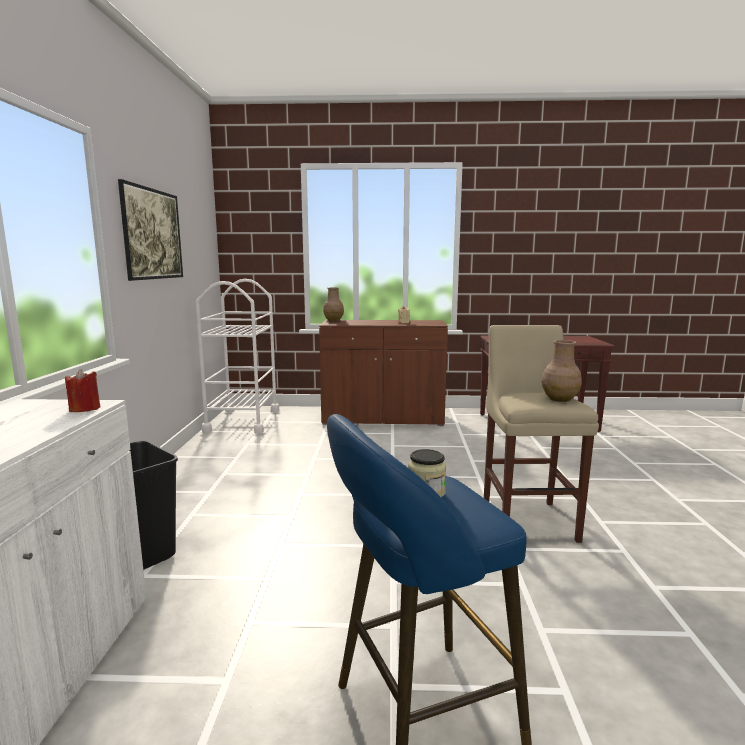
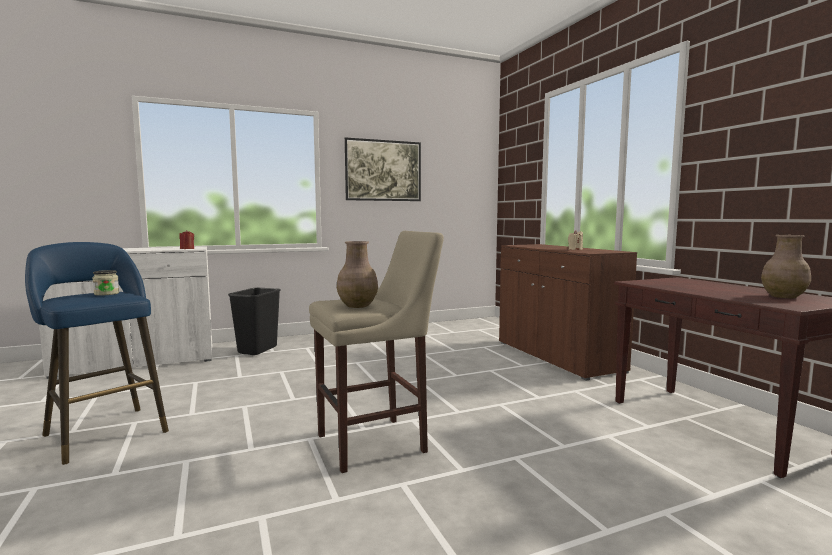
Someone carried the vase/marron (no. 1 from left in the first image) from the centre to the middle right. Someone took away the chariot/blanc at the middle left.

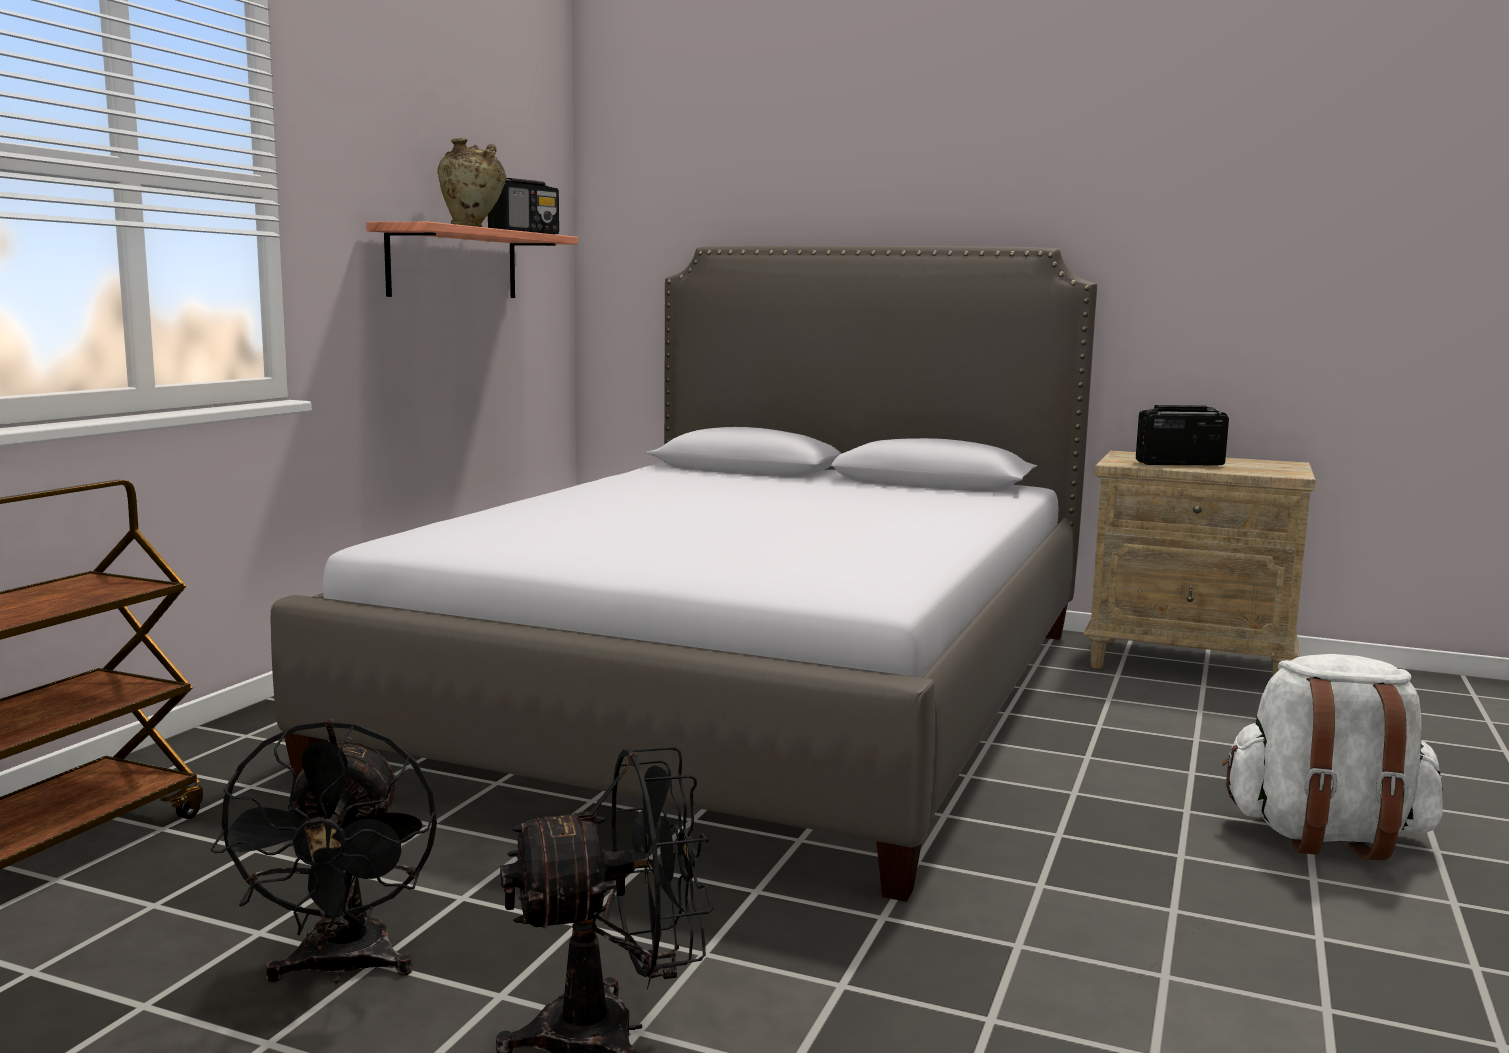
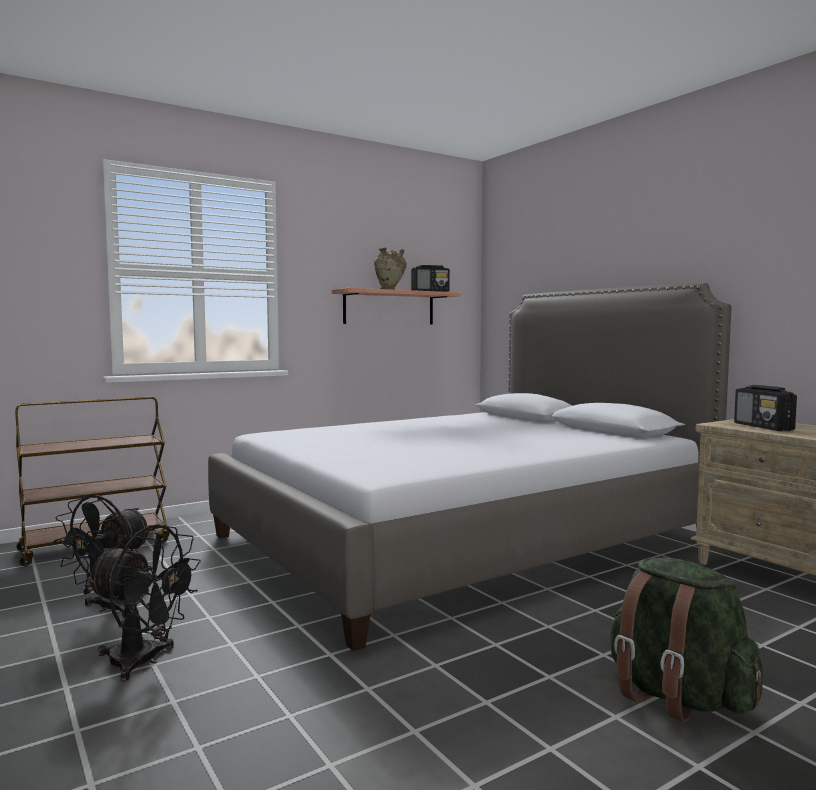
Someone repainted the sac à dos/blanc at the bottom right, which became the sac à dos/vert at the bottom right. Someone rotated the radio (no. 2 from left) at the middle right by 135 degrees counterclockwise.

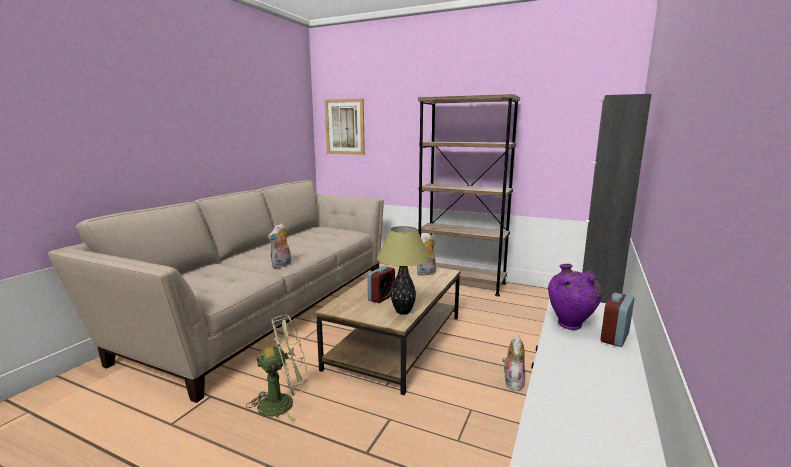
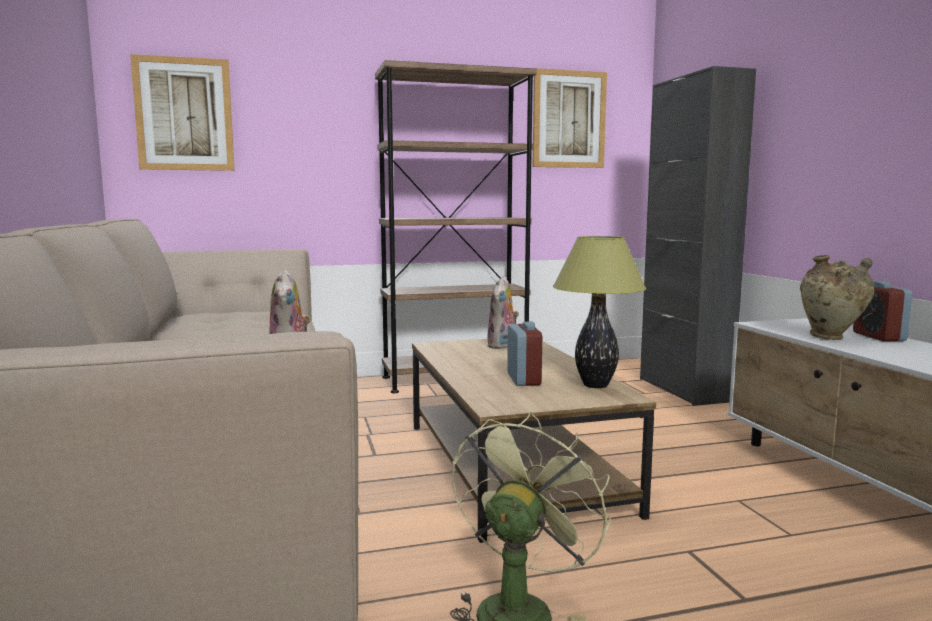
Someone put up the tableau (no. 2 from left) at the top centre. Someone repainted the vase/violet at the middle right, which became the vase/beige at the middle right. Someone took away the peluche (no. 3 from left) at the bottom centre.

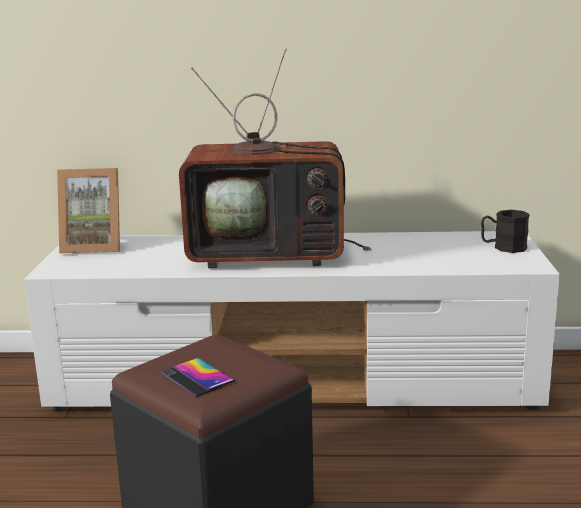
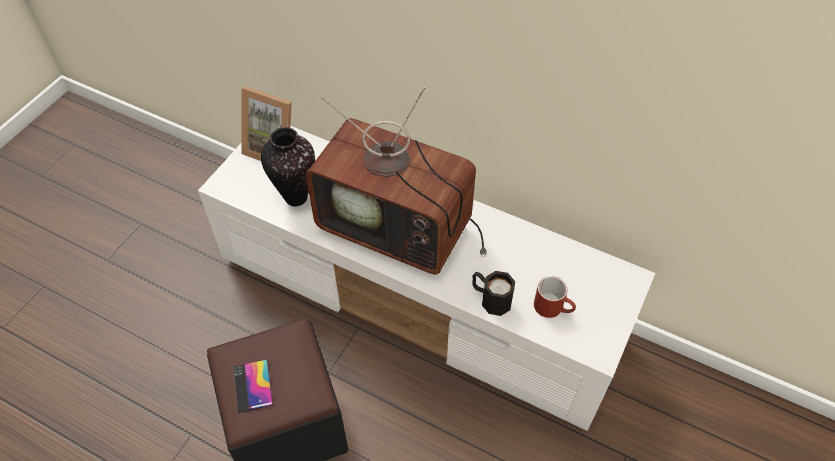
Someone put down the vase at the centre. Someone carried the mug/noir from the middle right to the centre. Someone put down the mug/rouge at the centre.

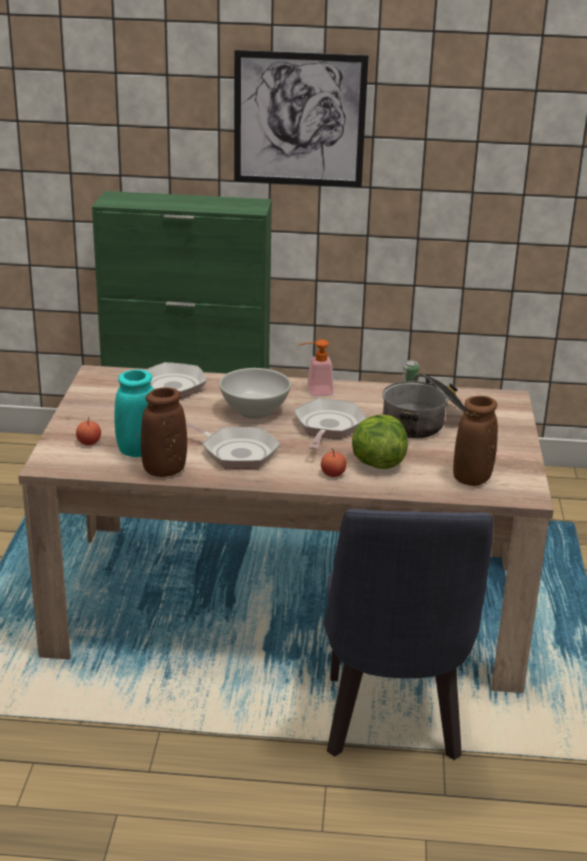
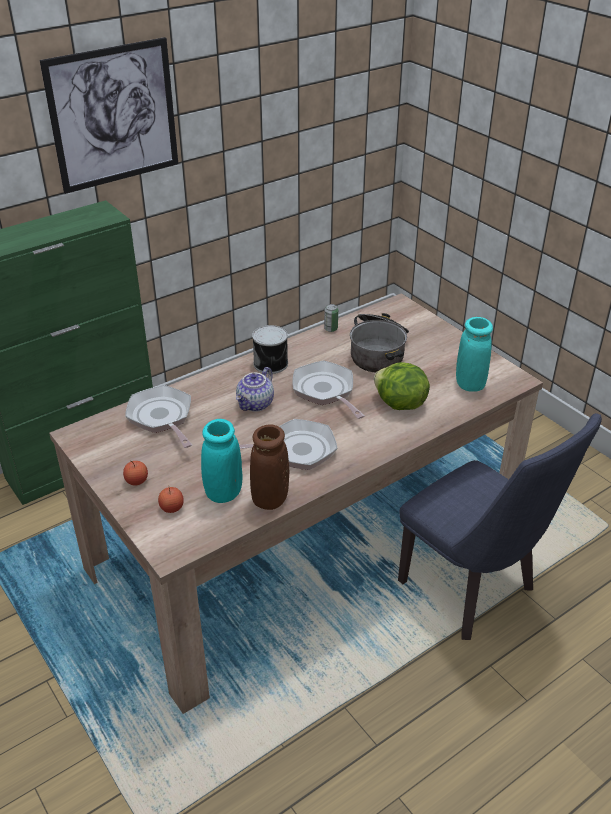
Someone carried the pomme (no. 2 from left in the first image) from the centre to the middle left. Someone swapped the bol/blanc at the centre for the théière at the centre. Someone swapped the distributeur de savon at the centre for the boîte métallique (no. 1 from left) at the centre. Someone repainted the vase/marron (no. 2 from left) at the middle right, which became the vase/turquoise (no. 2 from left) at the middle right.

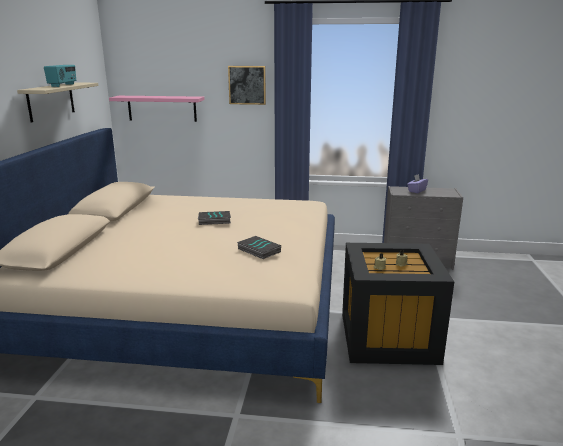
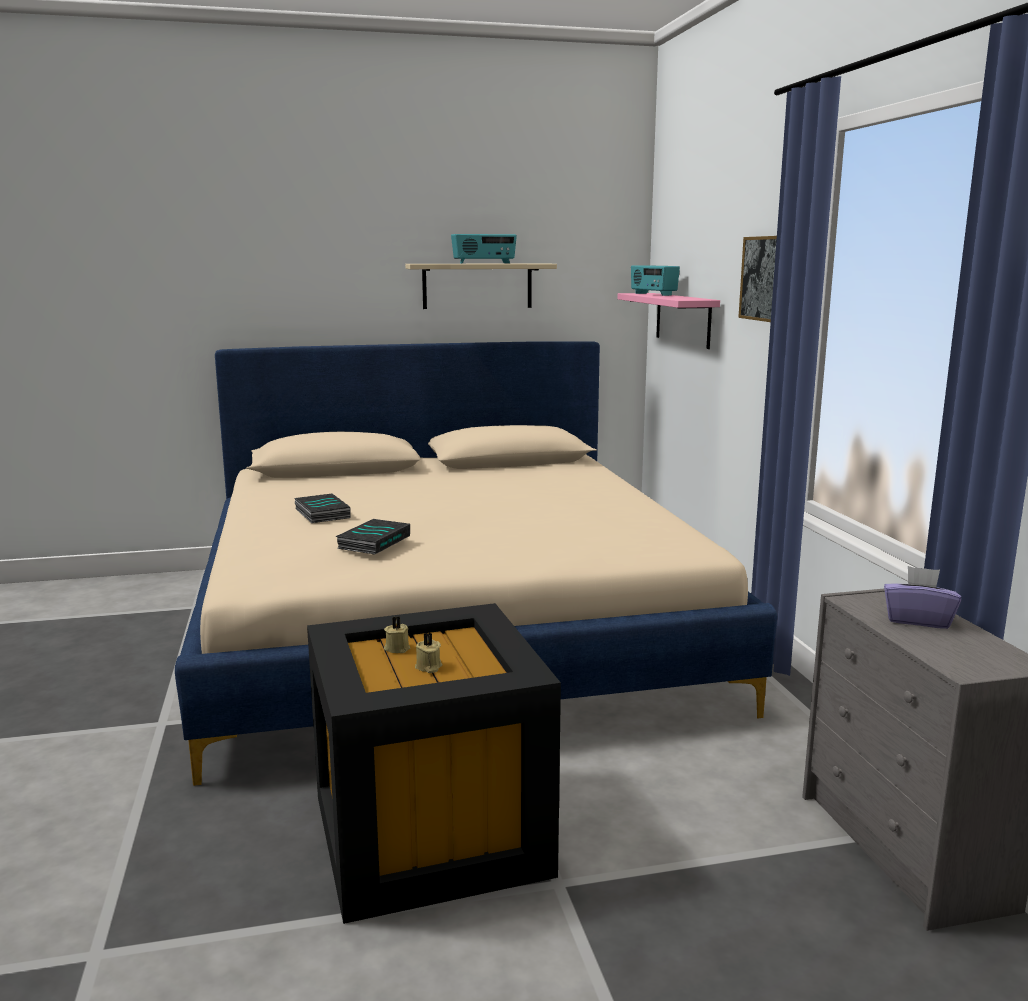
Someone carried the livre (no. 1 from left) from the centre to the middle left. Someone put down the radio (no. 2 from left) at the top centre.

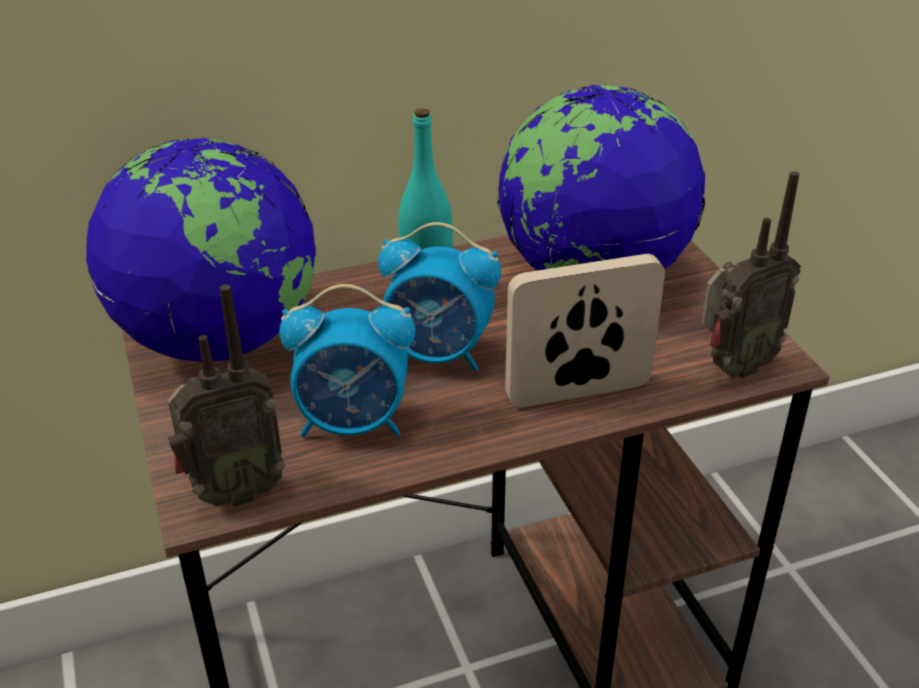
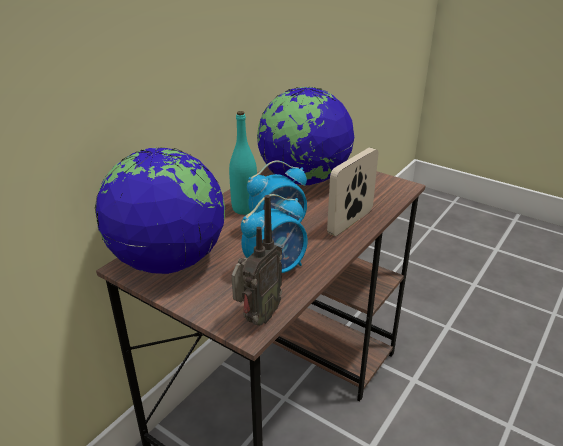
Someone took away the radio (no. 2 from left) at the middle right.

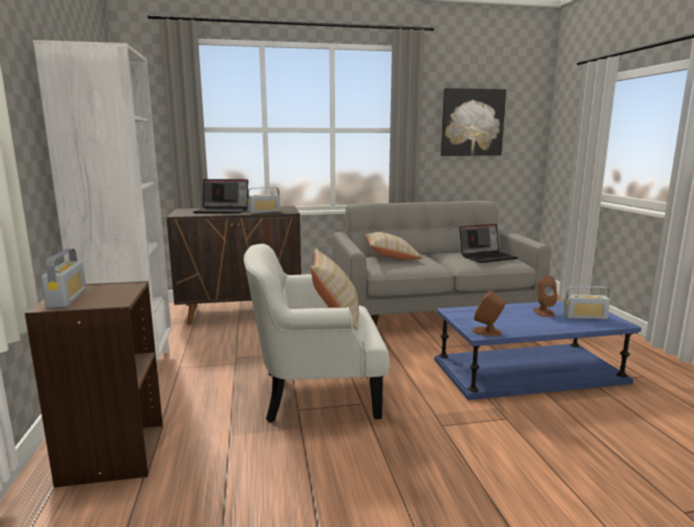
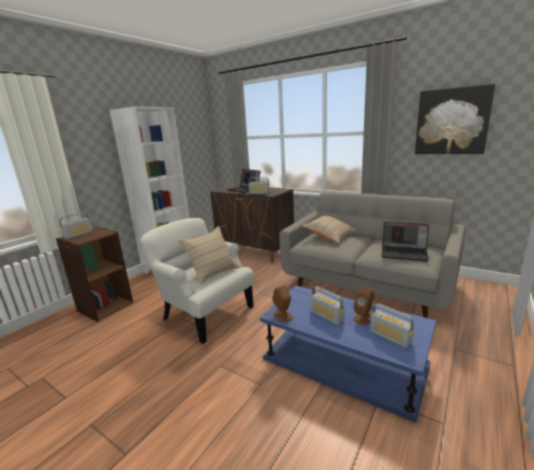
Someone put down the radio (no. 3 from left) at the centre.

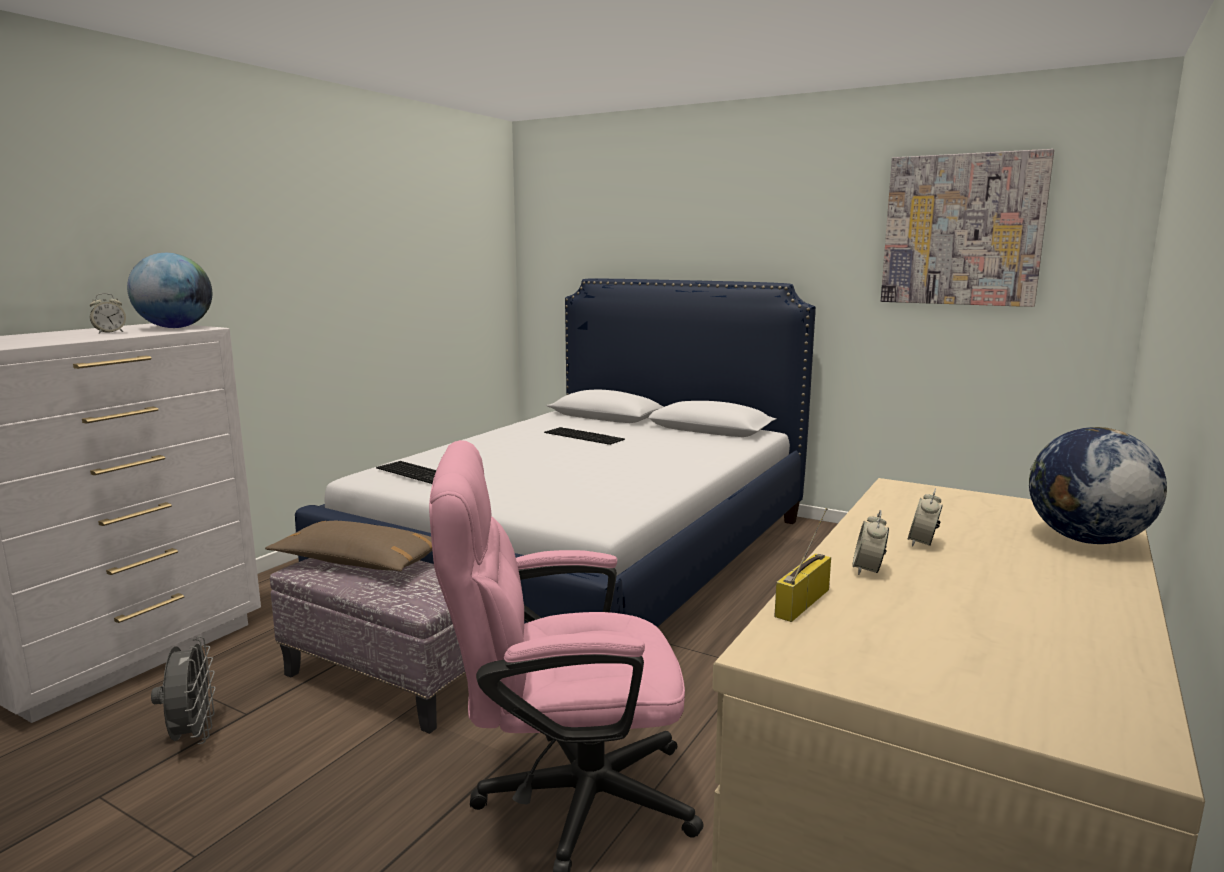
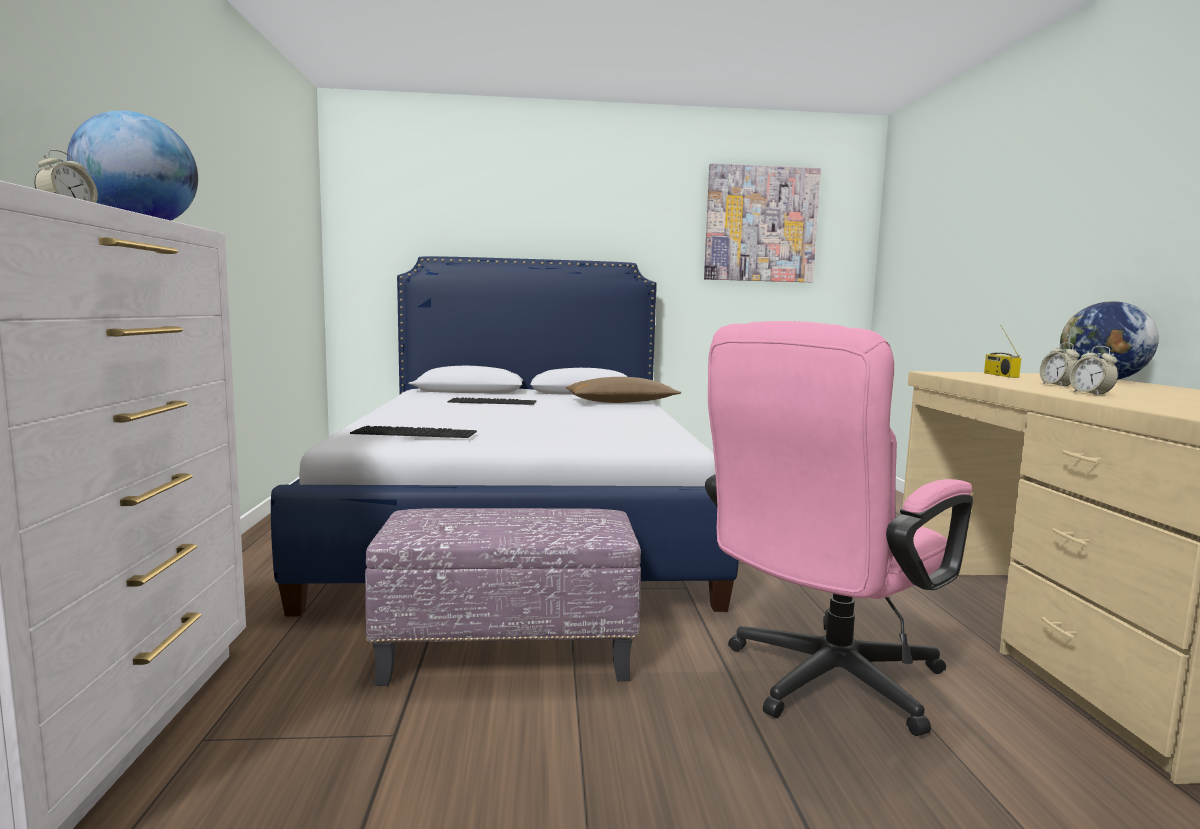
Someone carried the coussin/marron from the middle left to the centre. Someone carried the radio from the centre to the middle right. Someone took away the ventilateur/gris at the bottom left.

